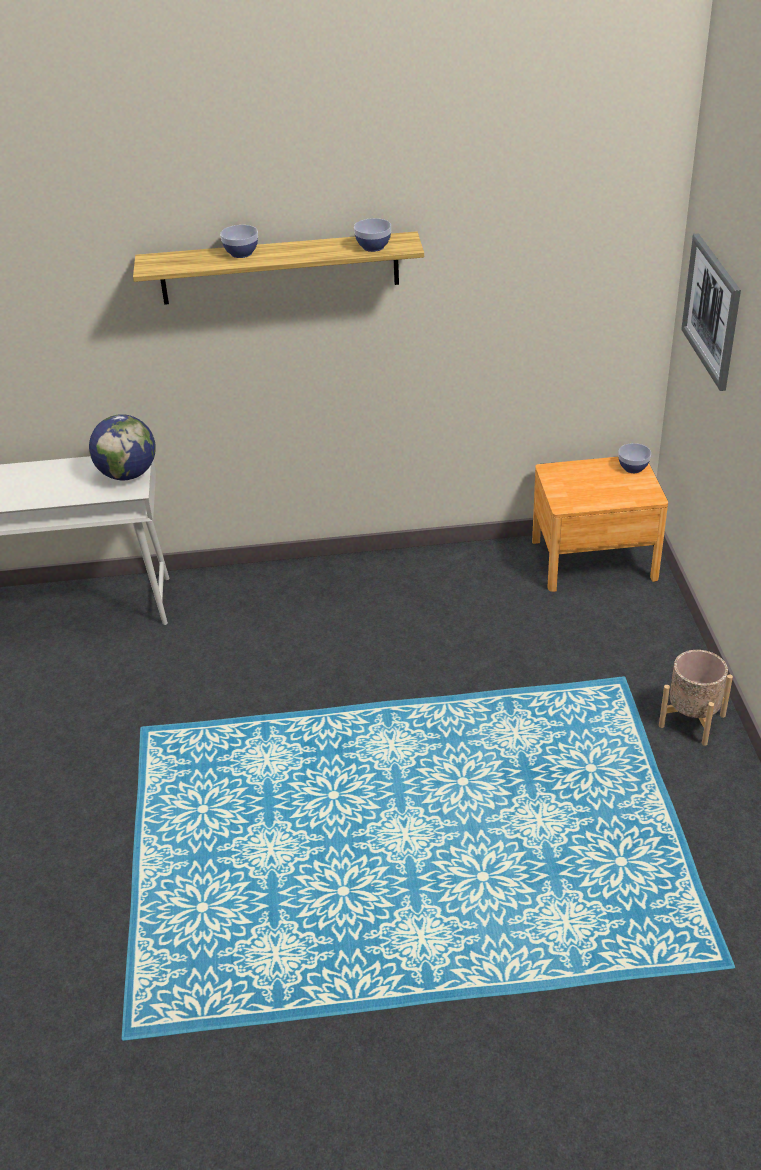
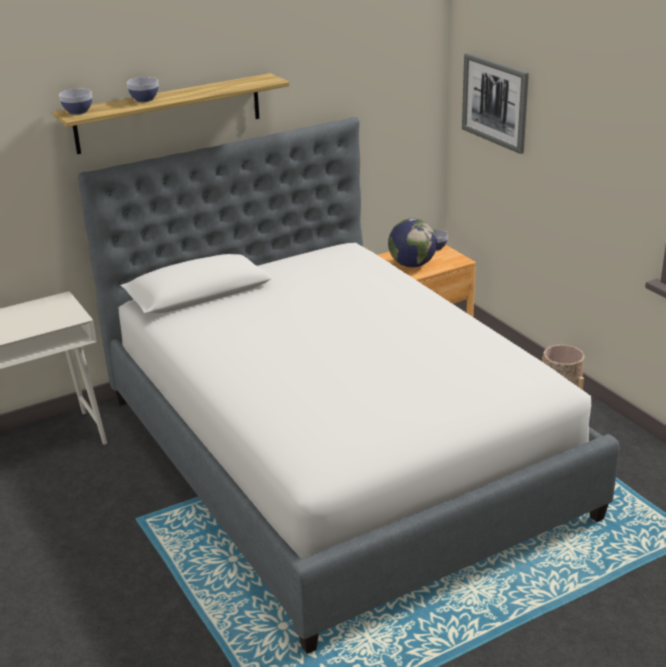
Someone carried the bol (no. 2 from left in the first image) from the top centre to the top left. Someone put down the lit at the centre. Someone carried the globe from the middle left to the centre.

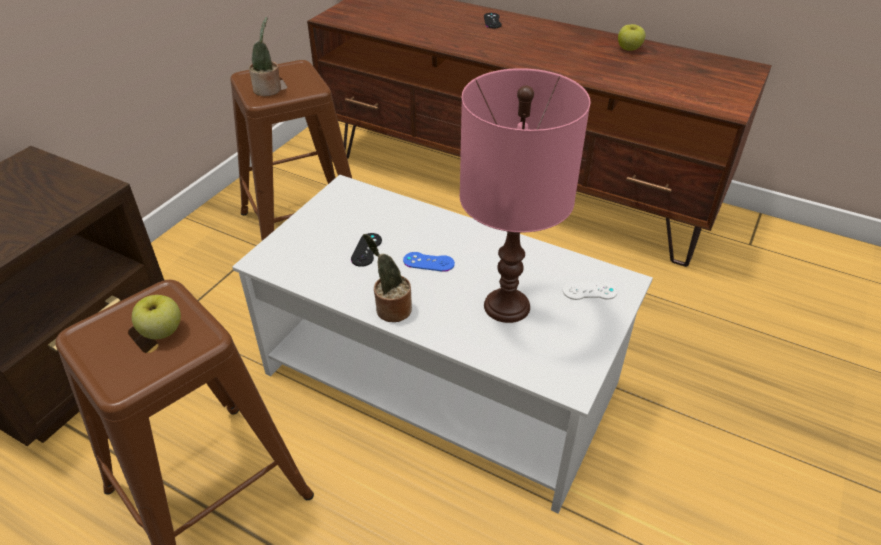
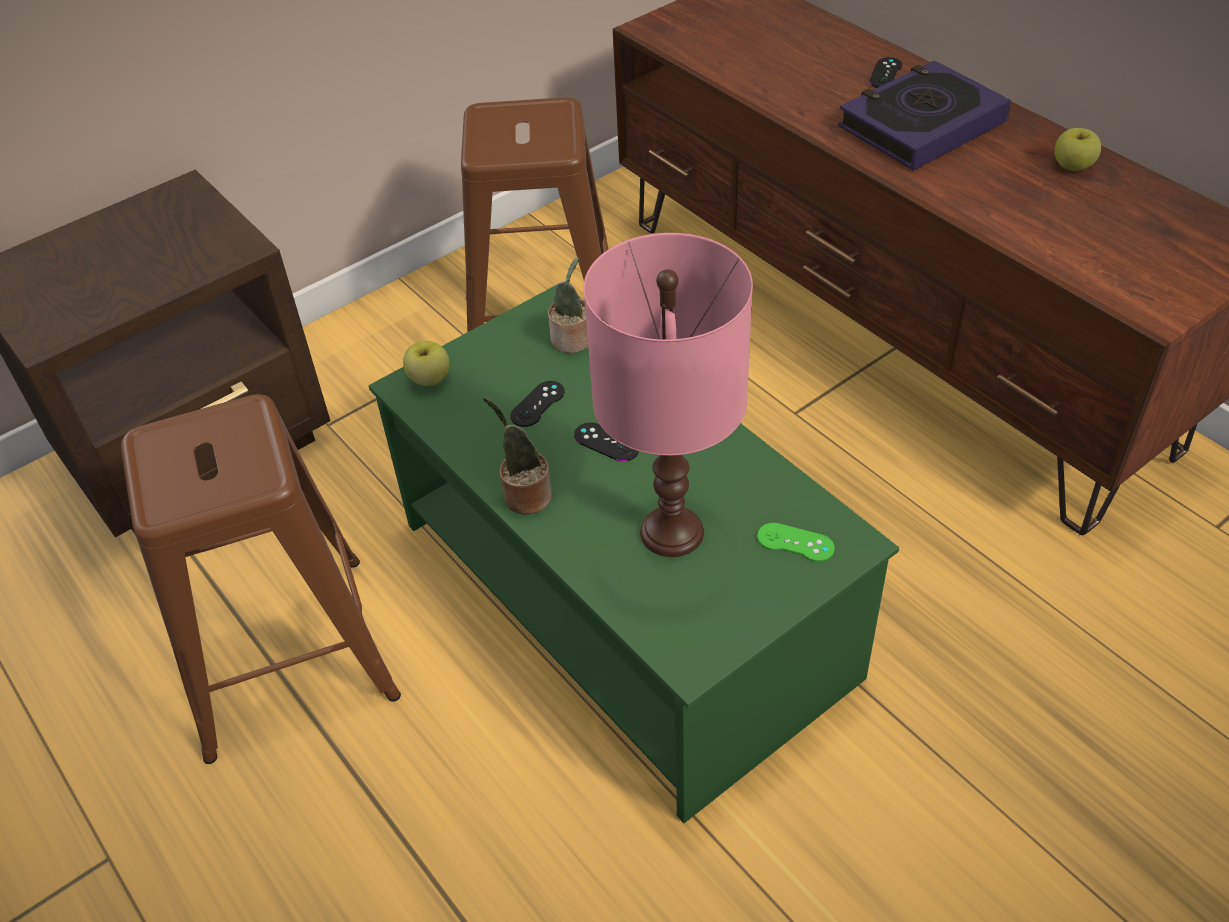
Someone repainted the table basse/blanc at the centre, which became the table basse/vert at the centre. Someone carried the pomme (no. 1 from left) from the middle left to the centre. Someone carried the plante en pot (no. 1 from left in the first image) from the top left to the top centre. Someone repainted the manette/bleu at the centre, which became the manette/noir (no. 2 from left) at the centre. Someone repainted the manette/blanc at the middle right, which became the manette/vert at the centre. Someone put down the livre at the top right.

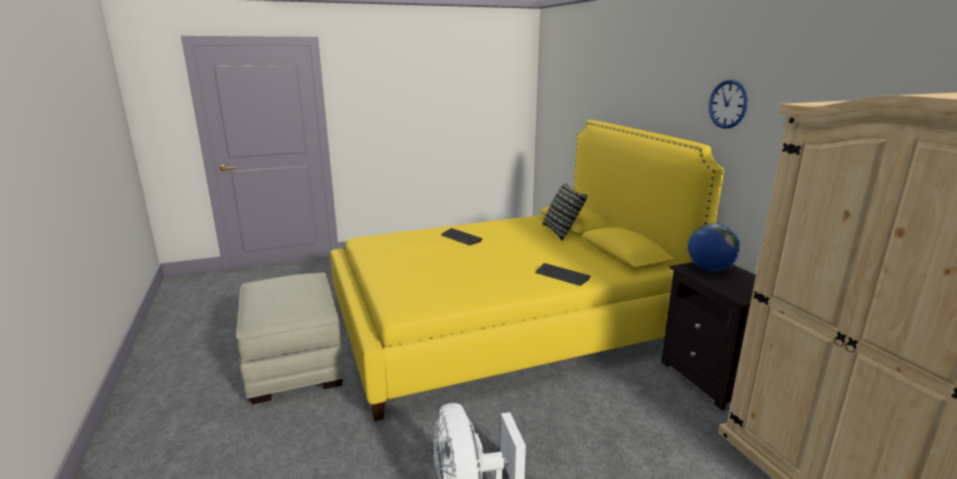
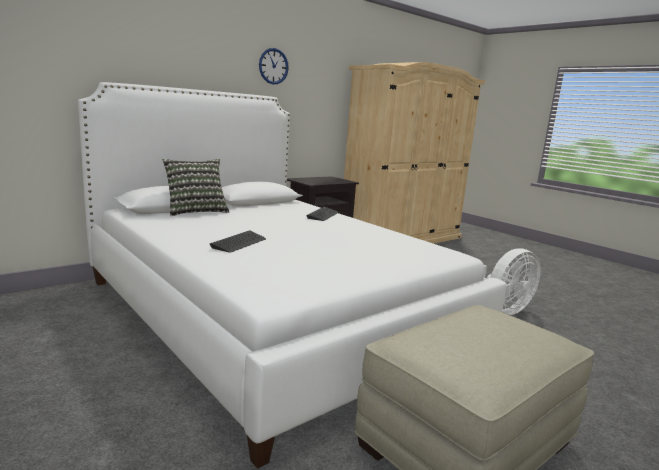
Someone repainted the lit/jaune at the centre, which became the lit/blanc at the centre. Someone took away the globe at the middle right.

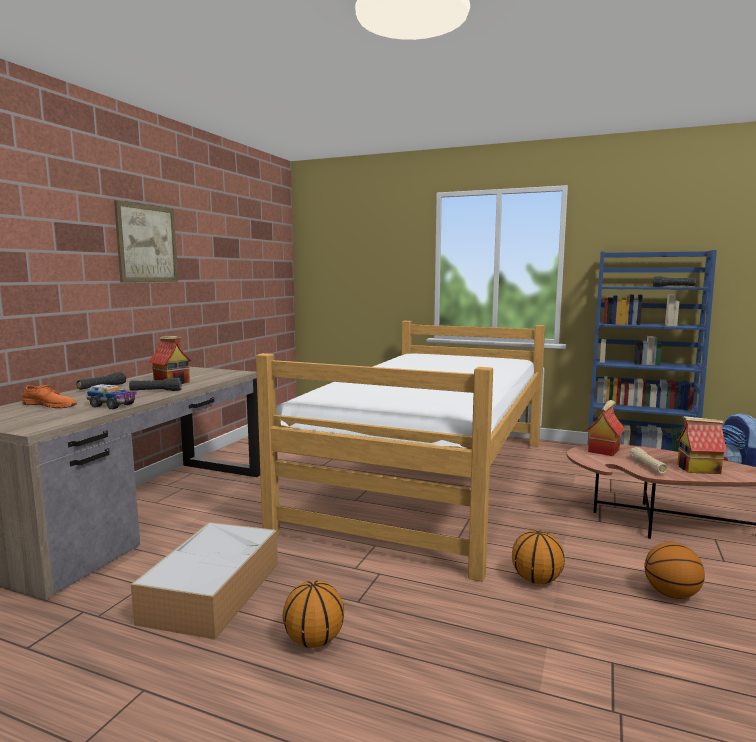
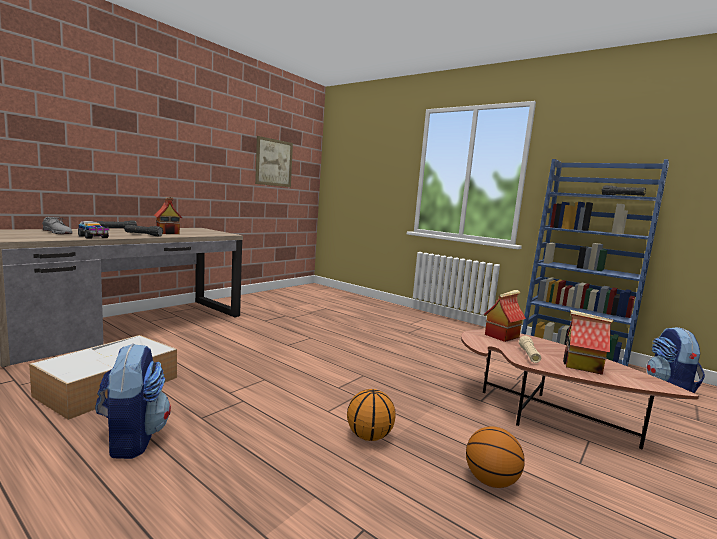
Someone repainted the chaussure/orange at the middle left, which became the chaussure/gris at the middle left. Someone swapped the ballon de basket (no. 1 from left) at the bottom centre for the sac à dos (no. 1 from left) at the bottom left. Someone carried the tableau from the top left to the top centre. Someone took away the lit at the centre.

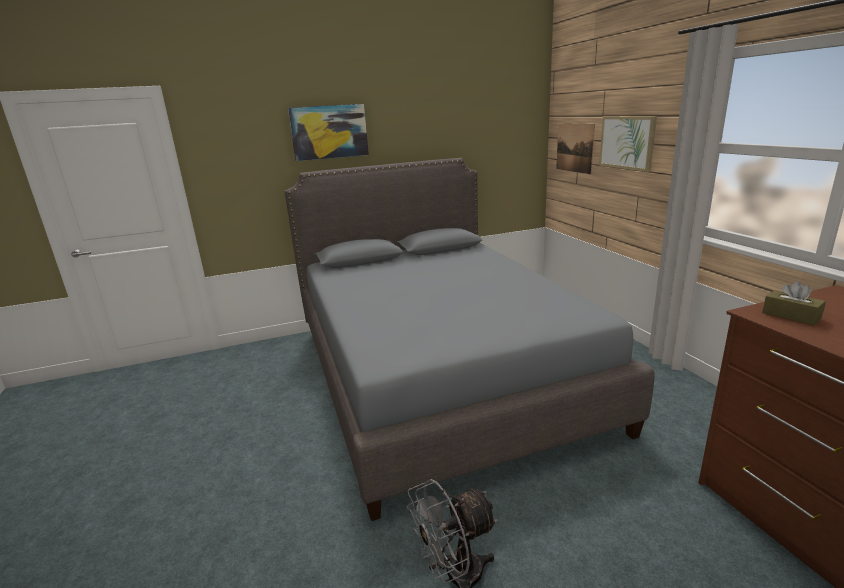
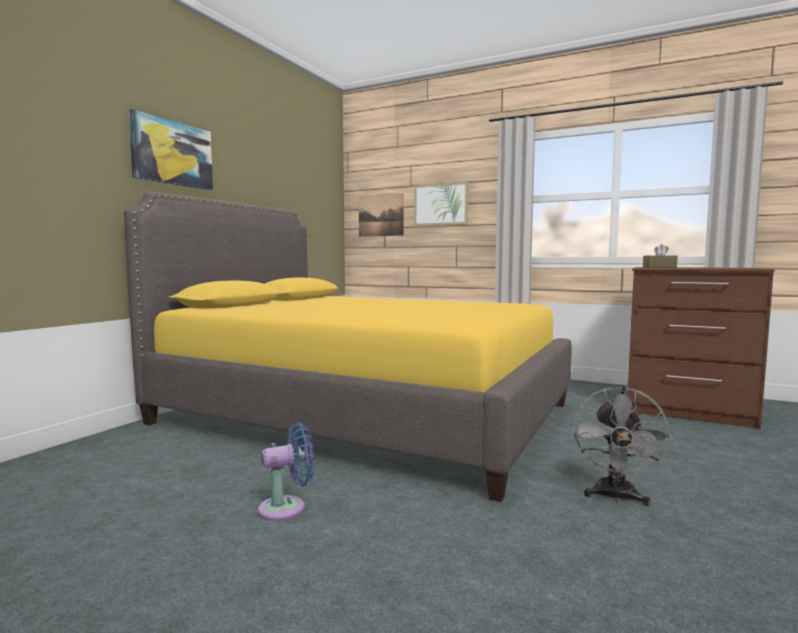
Someone repainted the lit/gris at the centre, which became the lit/jaune at the centre. Someone put down the ventilateur/bleu at the bottom centre.

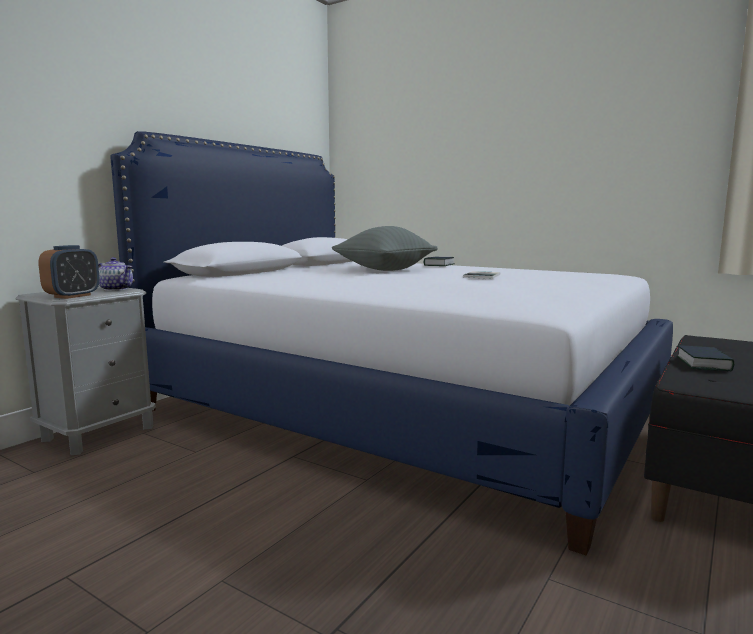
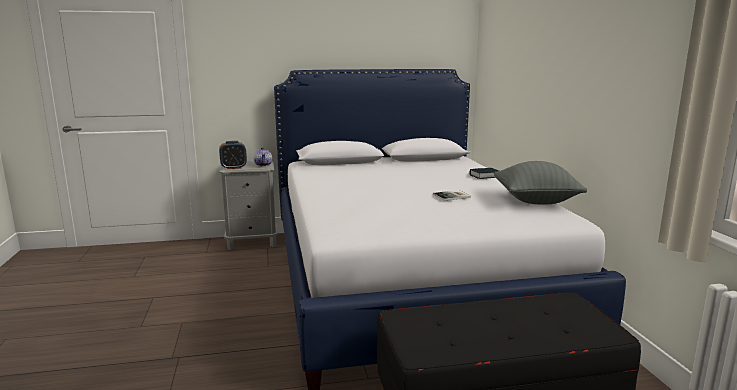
Someone carried the coussin/gris from the centre to the middle right. Someone took away the livre (no. 3 from left) at the middle right.

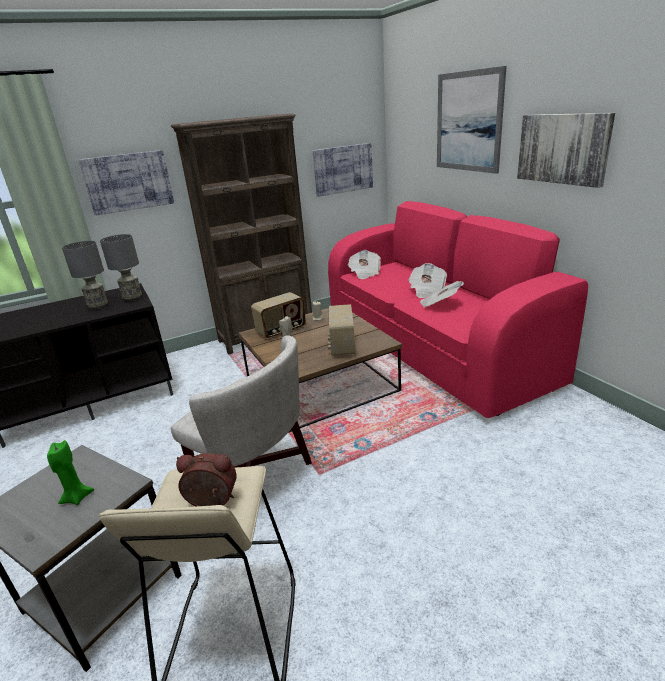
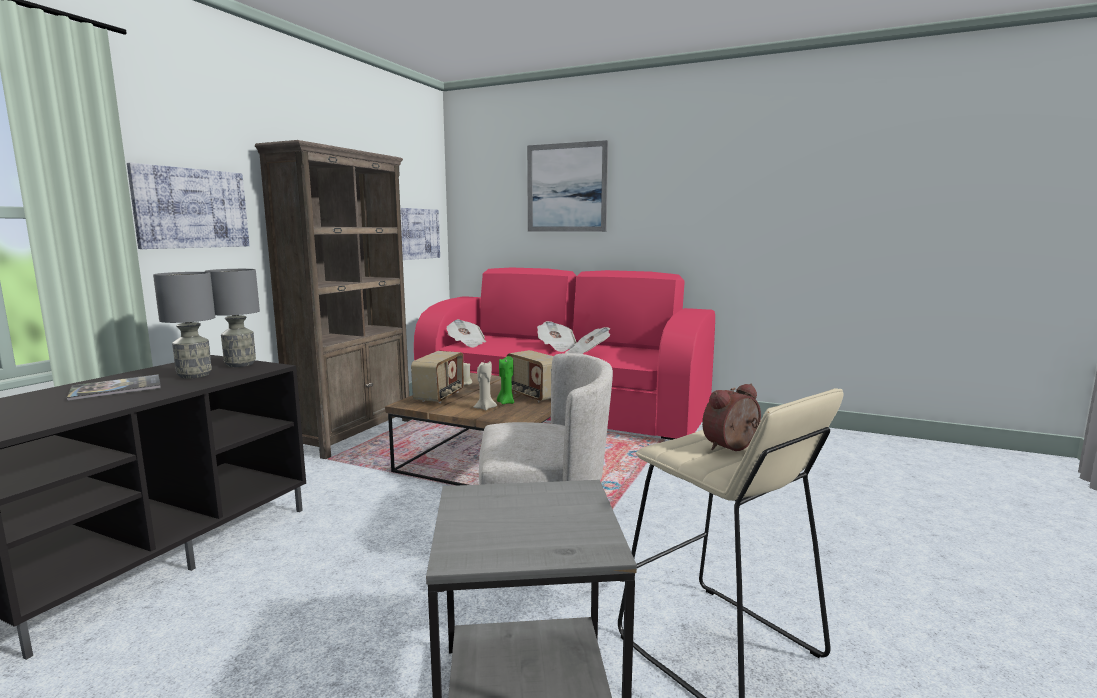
Someone put down the livre at the middle left. Someone carried the bougie/vert from the bottom left to the centre. Someone took away the tableau (no. 4 from left) at the top right.

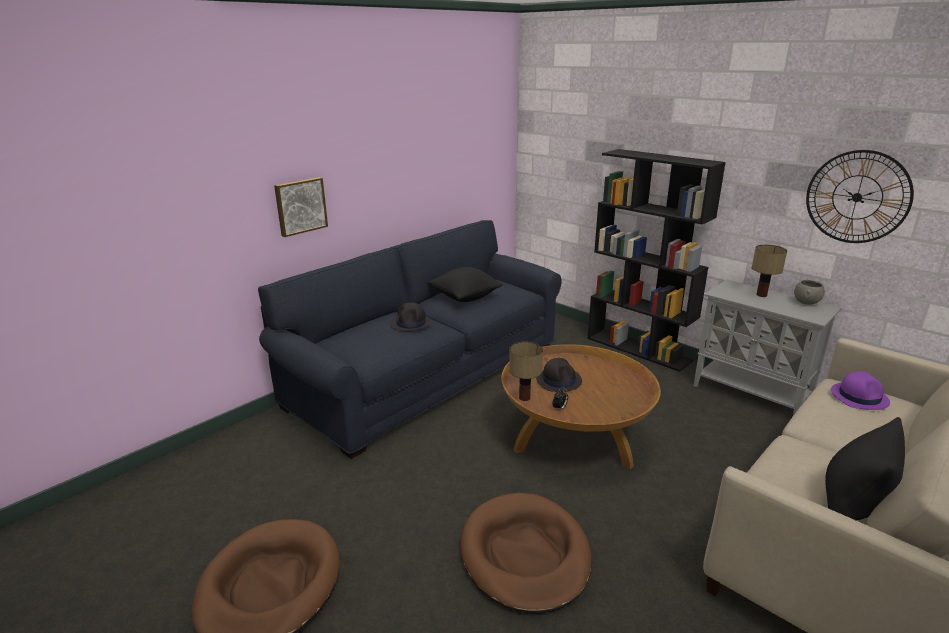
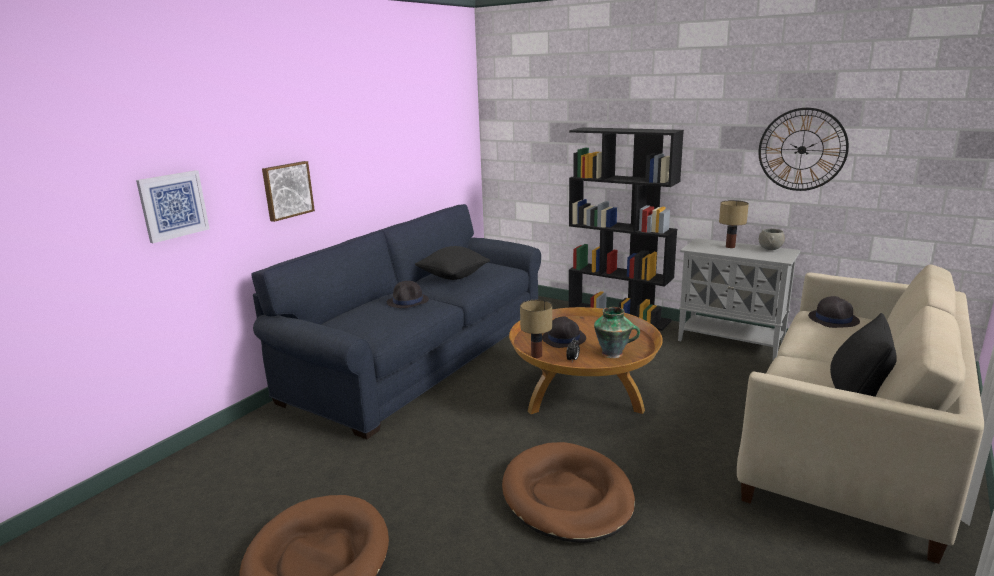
Someone put up the tableau (no. 1 from left) at the middle left. Someone put down the vase at the centre. Someone repainted the chapeau/violet at the middle right, which became the chapeau/noir (no. 3 from left) at the middle right.

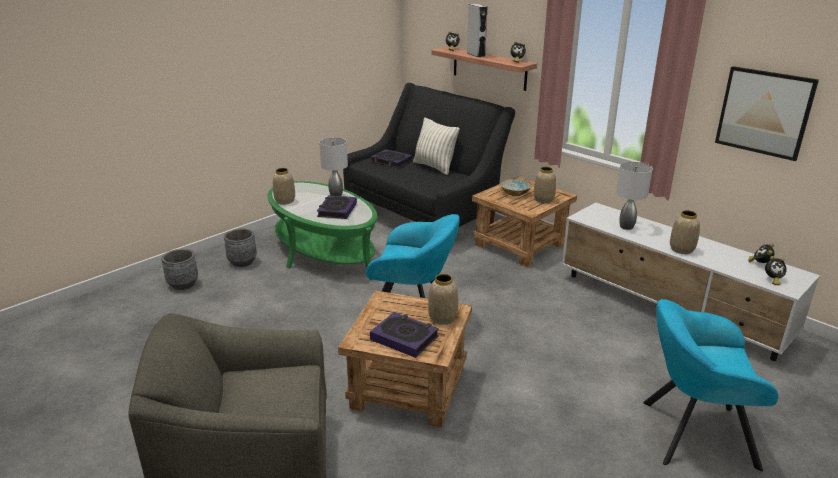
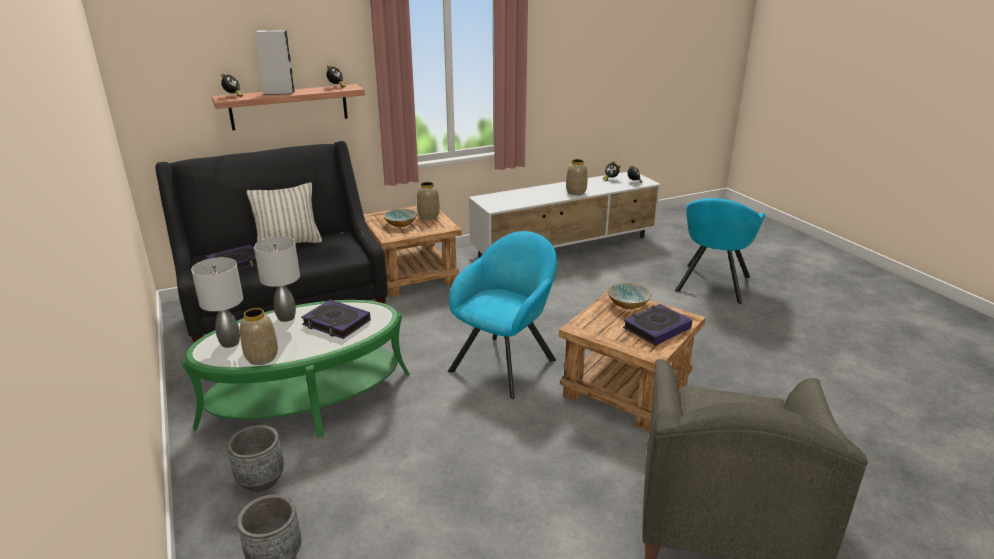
Someone carried the lampe de table/gris (no. 2 from left in the first image) from the middle right to the middle left. Someone swapped the vase (no. 2 from left) at the centre for the bol (no. 2 from left) at the centre. Someone took away the tableau at the top right.

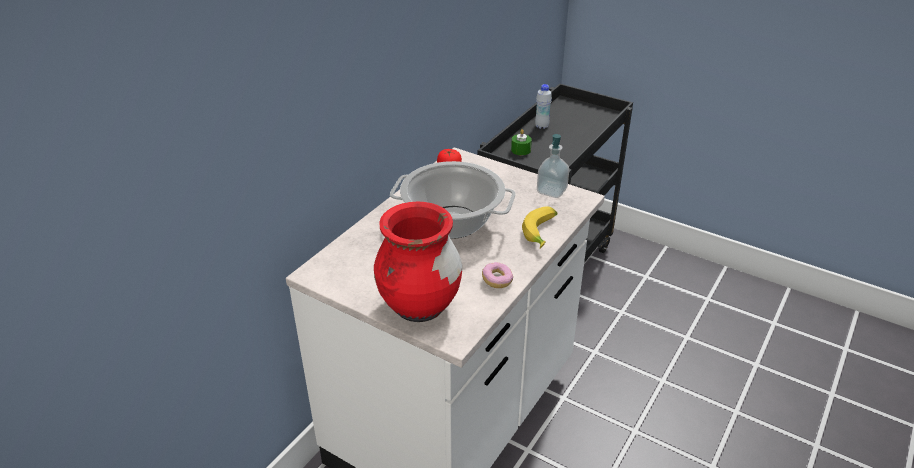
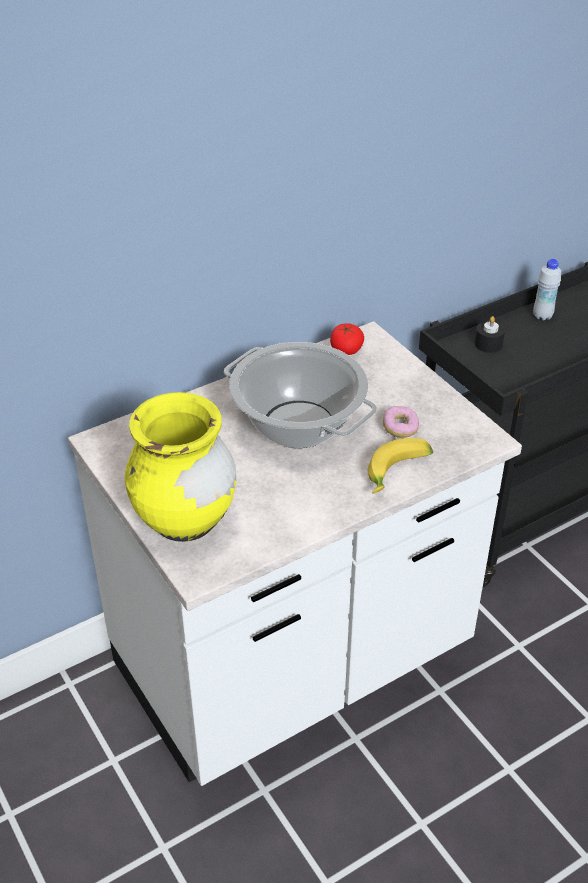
Someone repainted the vase/rouge at the centre, which became the vase/jaune at the middle left. Someone carried the beignet from the centre to the middle right. Someone repainted the bougie/vert at the top centre, which became the bougie/noir at the middle right. Someone took away the distributeur de savon at the centre.

